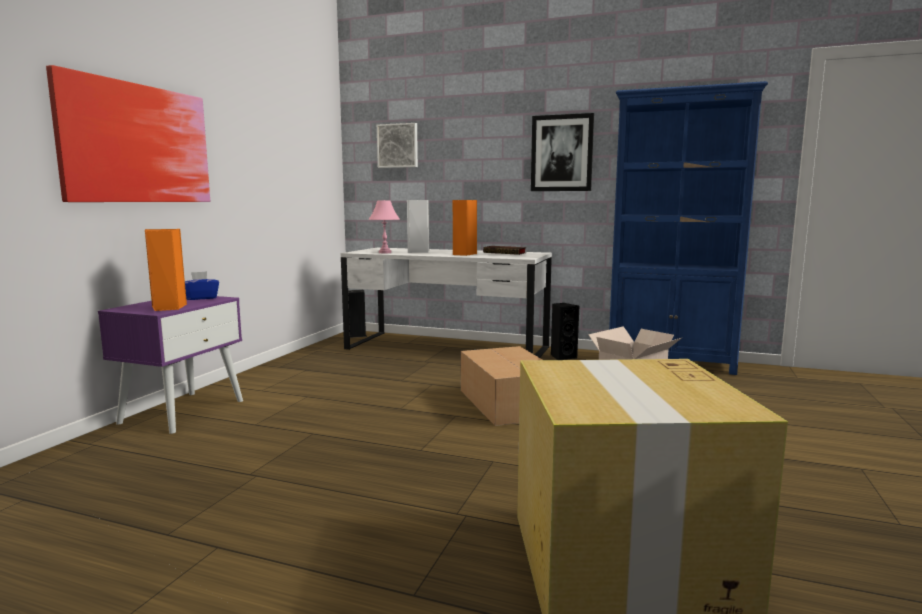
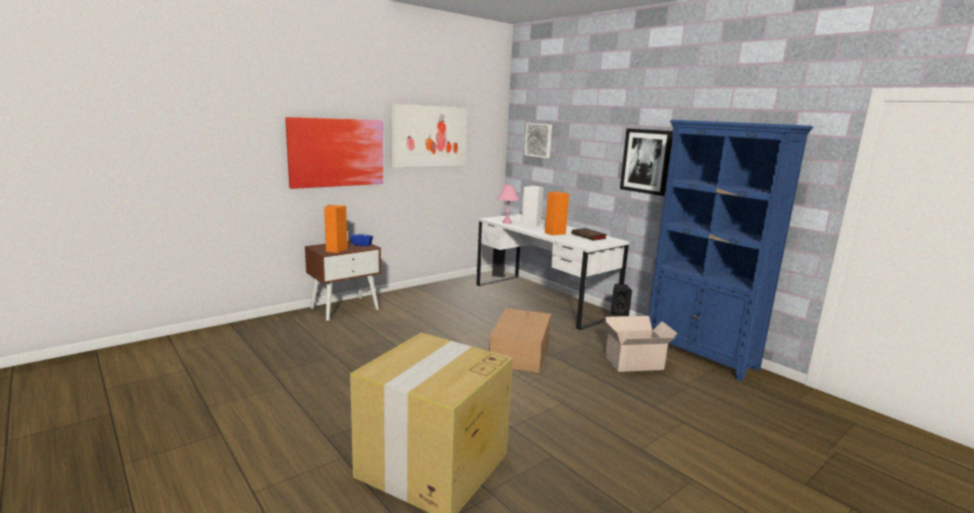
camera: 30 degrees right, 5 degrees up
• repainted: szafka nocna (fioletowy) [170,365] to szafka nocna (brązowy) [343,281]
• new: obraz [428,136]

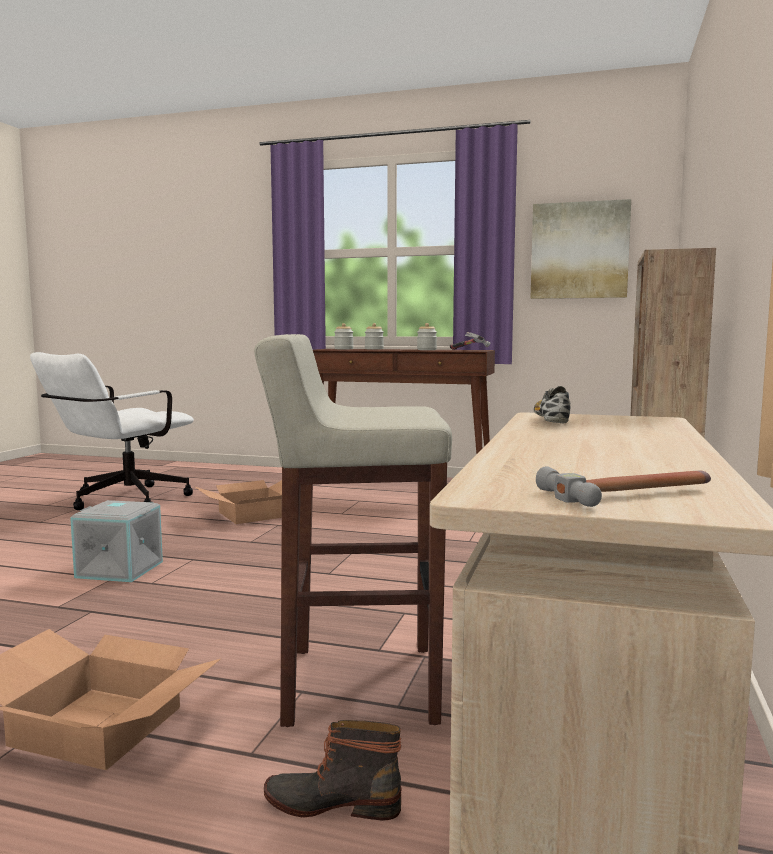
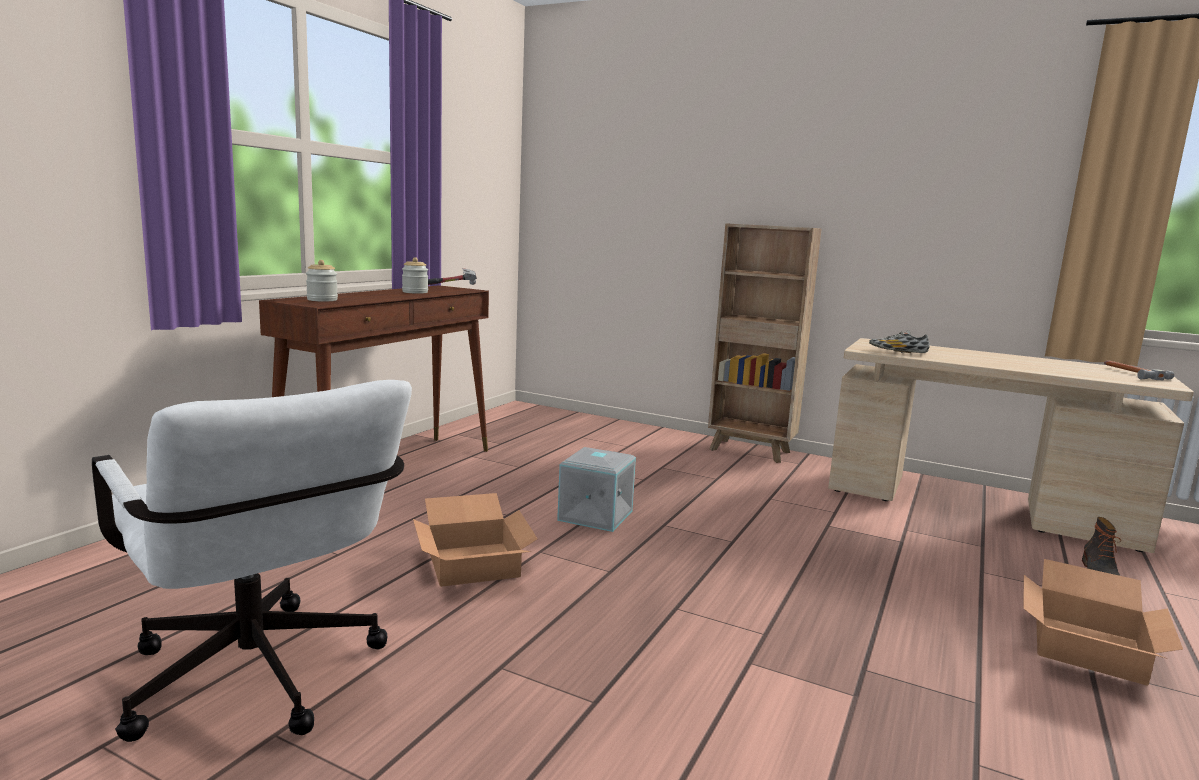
camera: 80 degrees left, 5 degrees up
• shifted: pojemnik do przechowywania (szary) [116,541] to [596,489]
• gone: stołek (beżowy) [353,530]
• gone: słoik [374,336]
• gone: obraz [581,249]

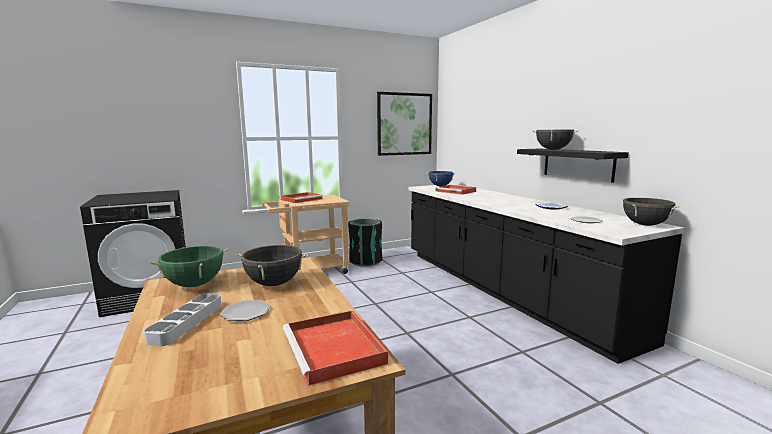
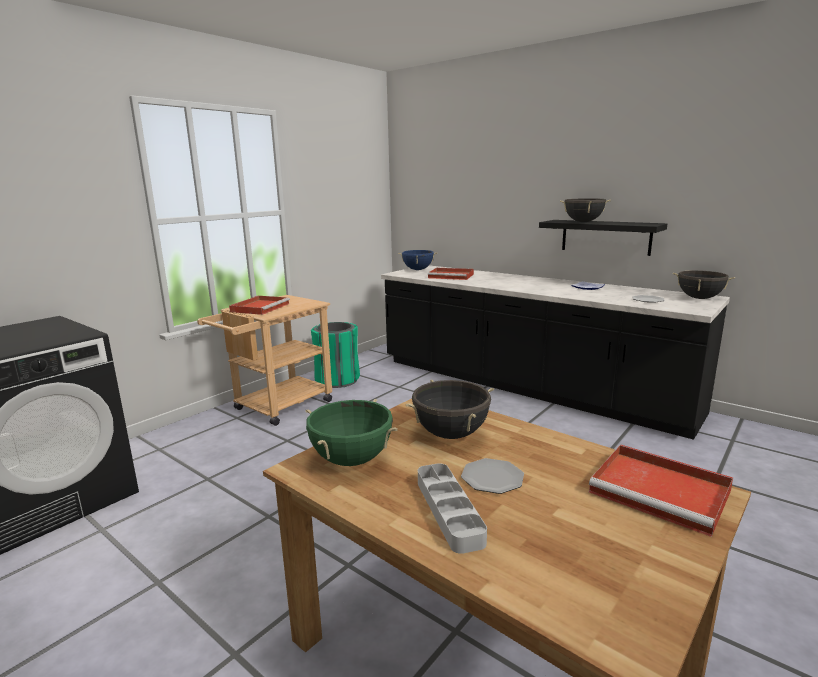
camera: 25 degrees left, 5 degrees up
• repainted: kosz na śmieci (czarny) [365,242] to kosz na śmieci (zielony) [335,355]
• gone: obraz [404,124]

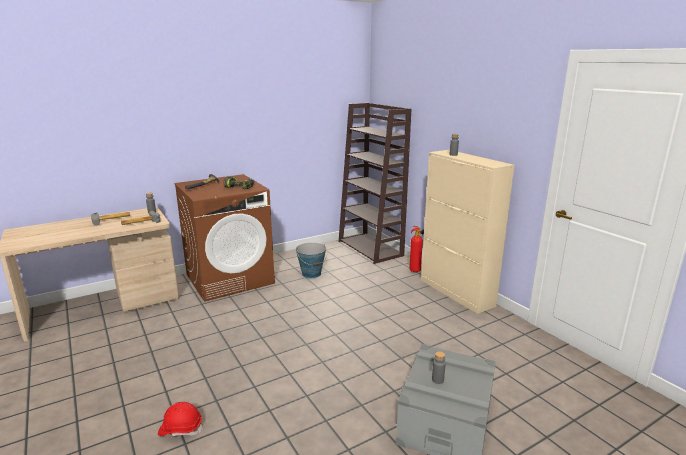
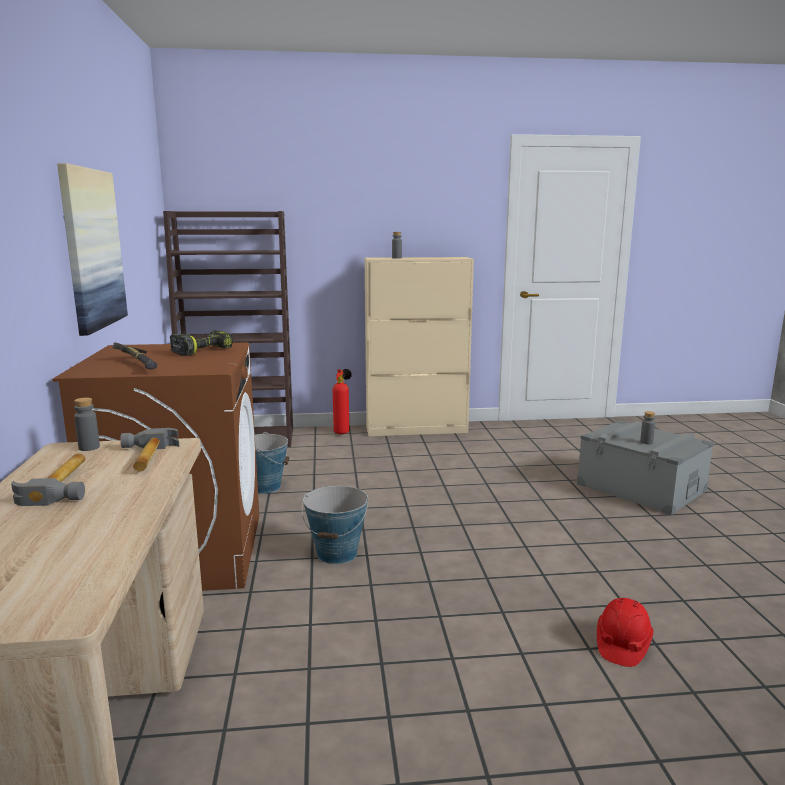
camera: 65 degrees left, 5 degrees down
• new: obraz [92,249]
• new: wiadro [334,525]

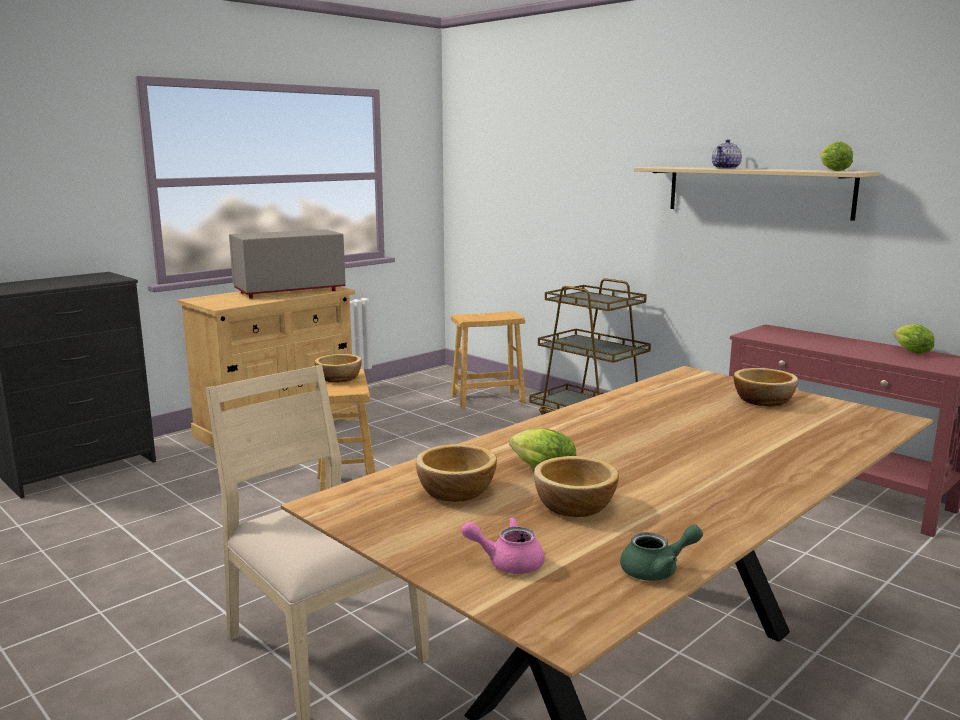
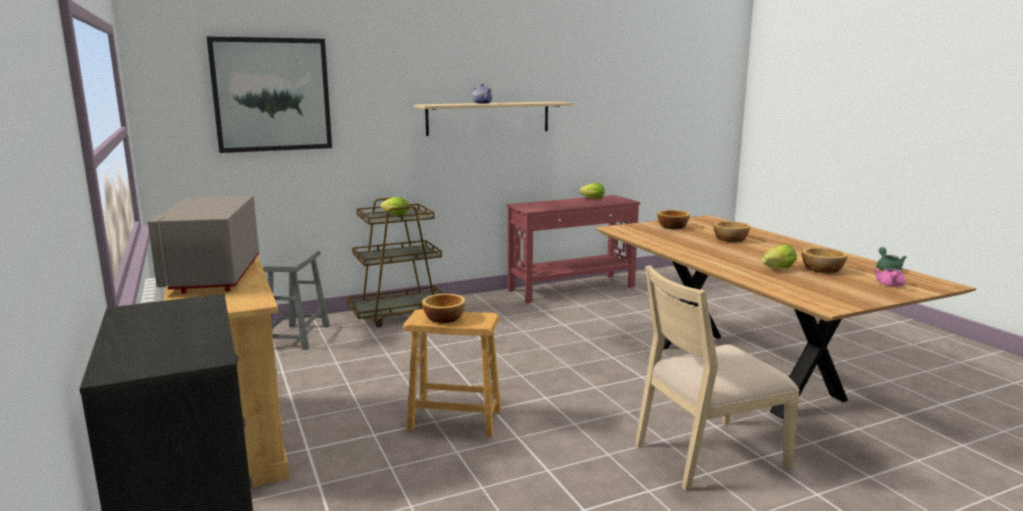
camera: 70 degrees left, 0 degrees up
• shifted: miska [456,473] to [731,231]
• repainted: stołek (brązowy) [488,359] to stołek (szary) [296,299]
• shifted: sałata [836,156] to [394,206]
• new: obraz [269,95]

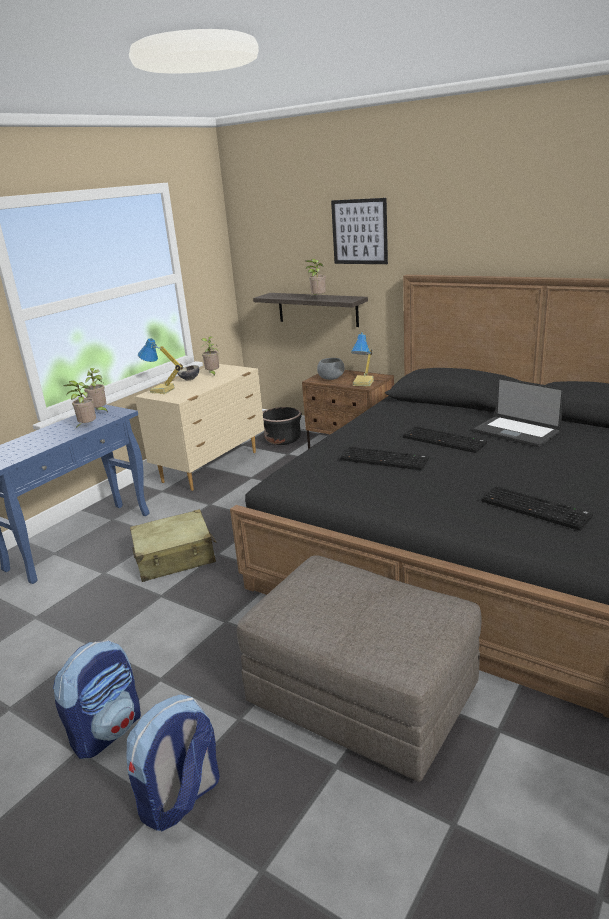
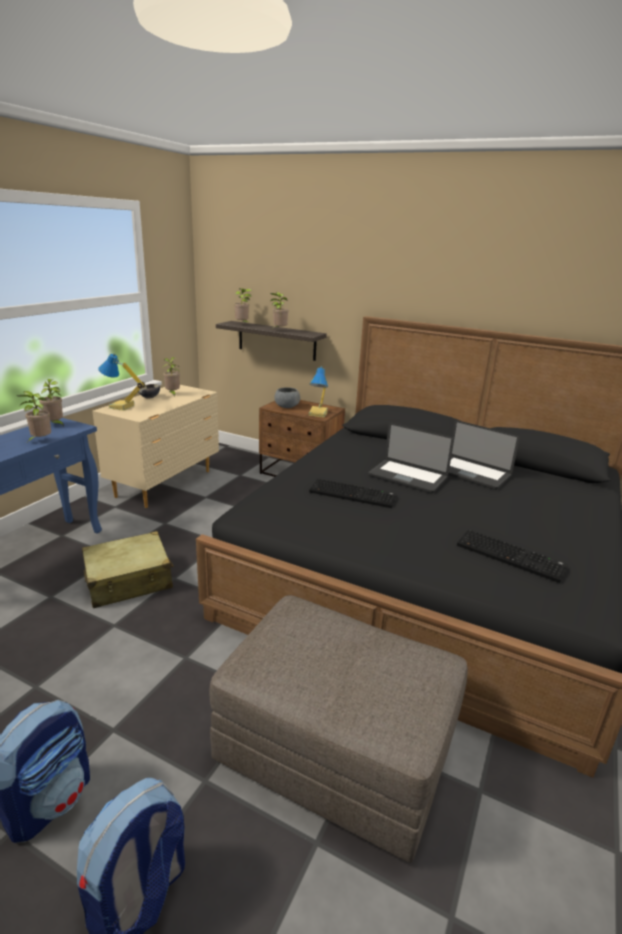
camera: 10 degrees left, 0 degrees up
• gone: donica (czarny) [282,426]
• gone: obraz [359,231]
• swapped: klawiatura [445,439] to laptop [411,458]
• new: roślina doniczkowa [243,306]

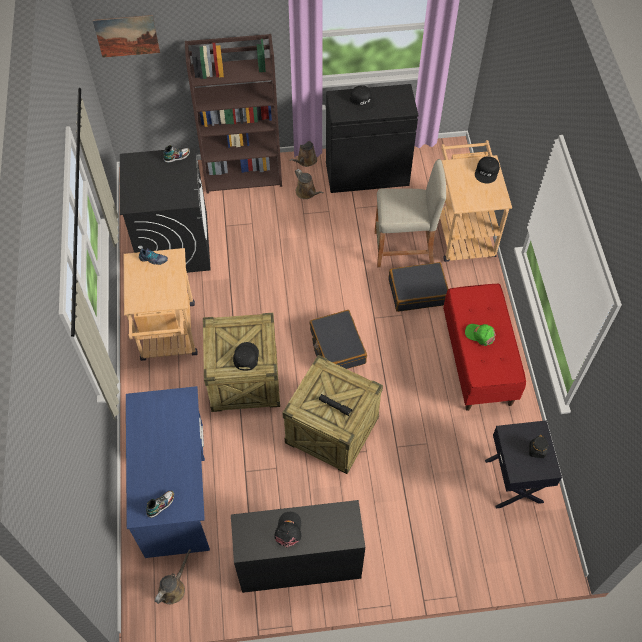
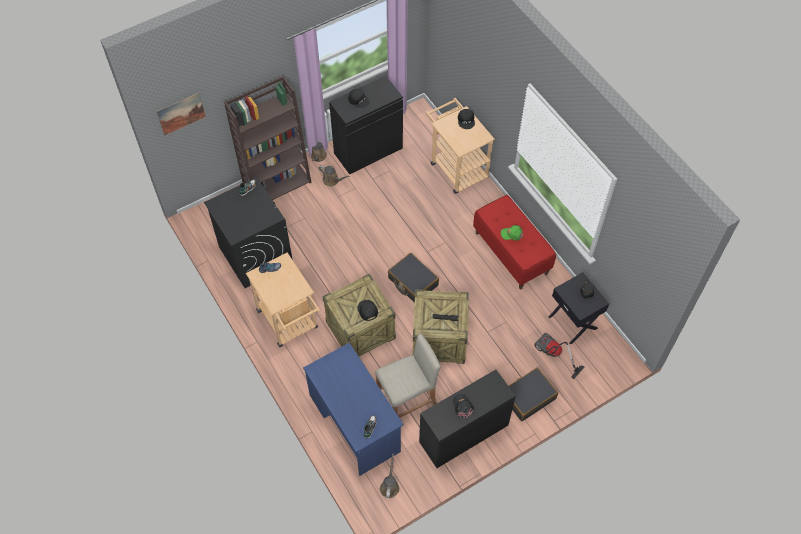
camera: 25 degrees left, 0 degrees up
• shifted: stołek (beżowy) [410,213] to [408,375]
• shifted: walizka (czarny) [418,287] to [533,394]
• new: odkurzacz [559,356]

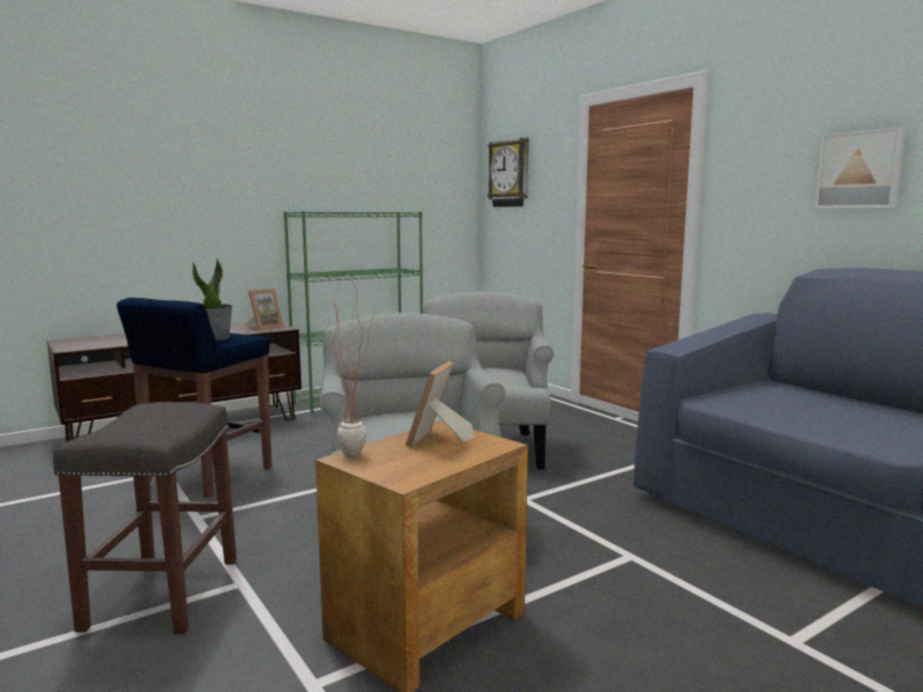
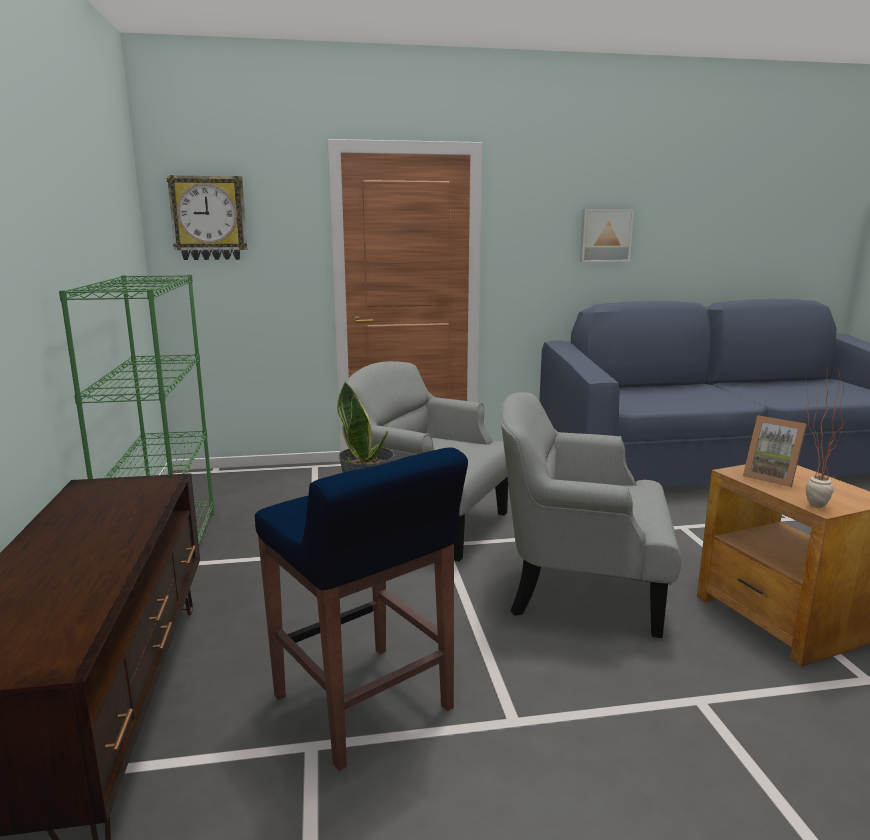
camera: 65 degrees left, 5 degrees up
• gone: stołek (szary) [145,518]
• gone: ramka na zdjęcie [265,310]

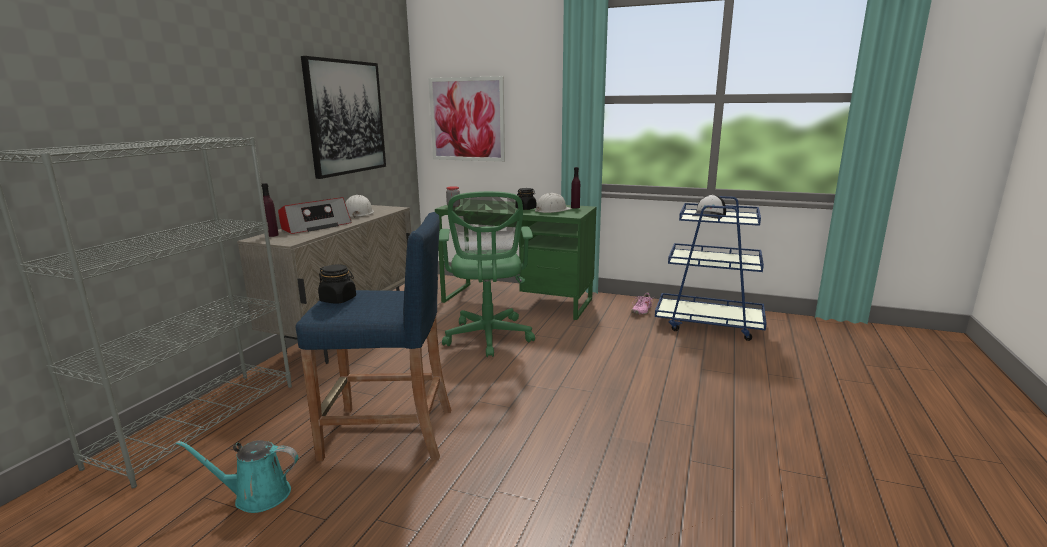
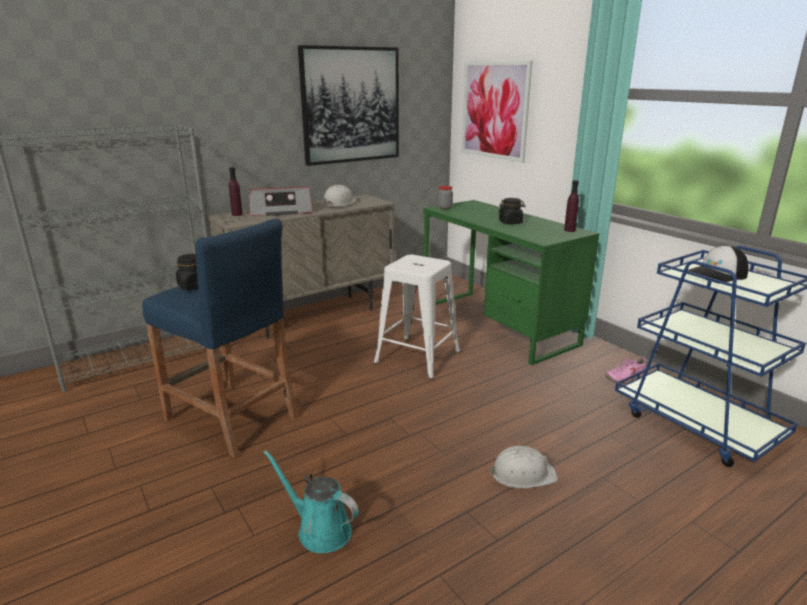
camera: 35 degrees right, 5 degrees up
• shifted: konewka (turkusowy) [237,476] to [311,501]
• swapped: krzesło biurowe (zielony) [487,274] to stołek (biały) [417,317]
• shifted: kask (biały) [553,203] to [523,467]

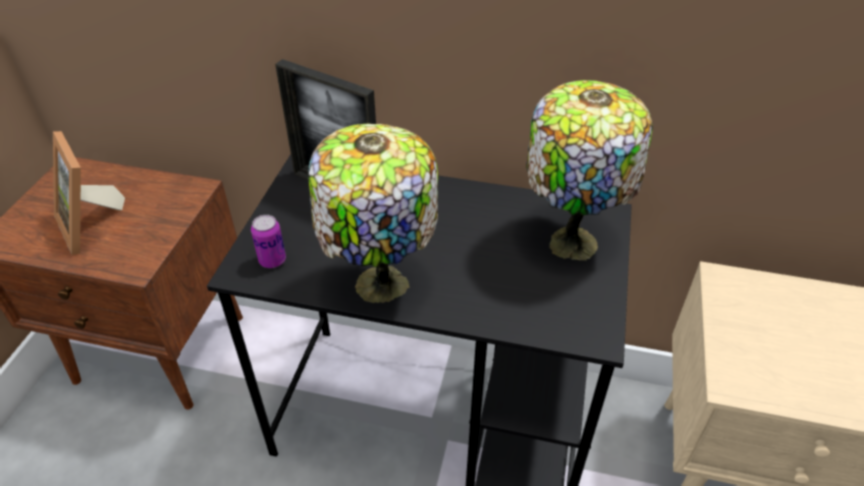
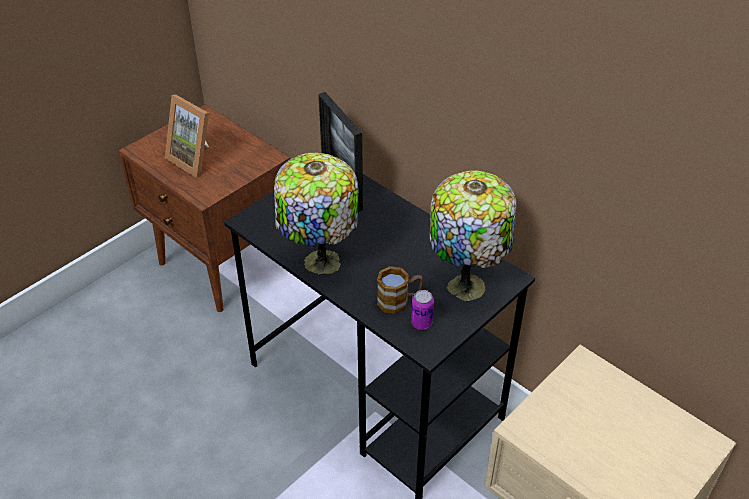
camera: 30 degrees right, 0 degrees up
• rotated: ramka na zdjęcie [89,193] = [187,136] 45 degrees counterclockwise
• shifted: puszka [268,241] to [422,310]
• new: kubek [400,290]

